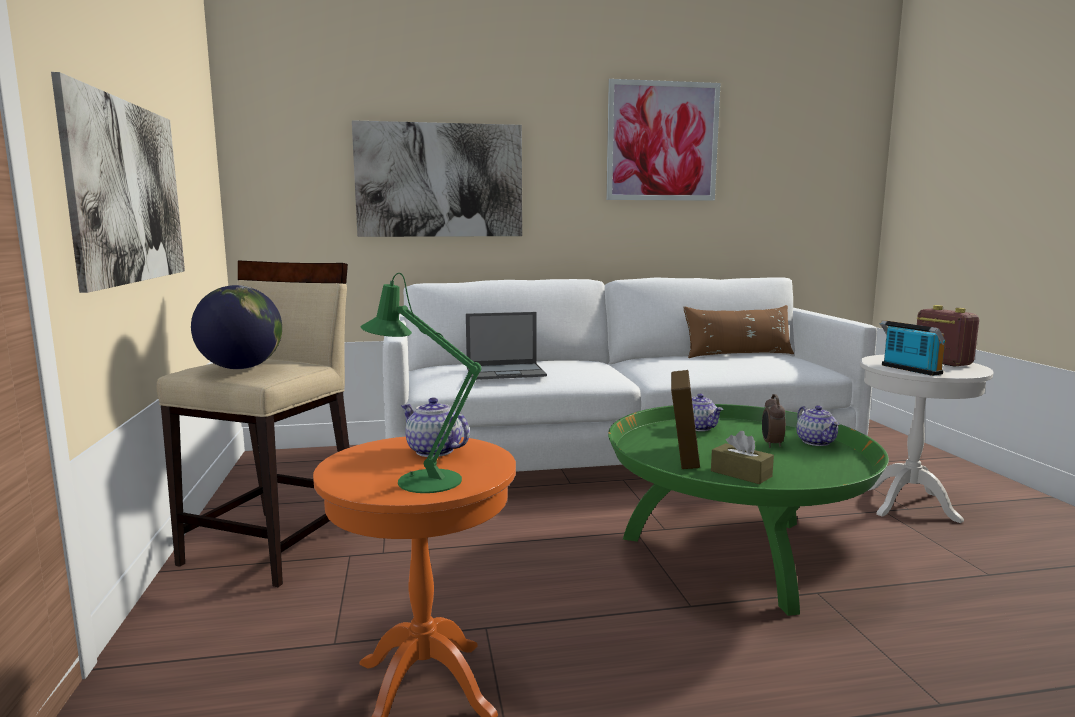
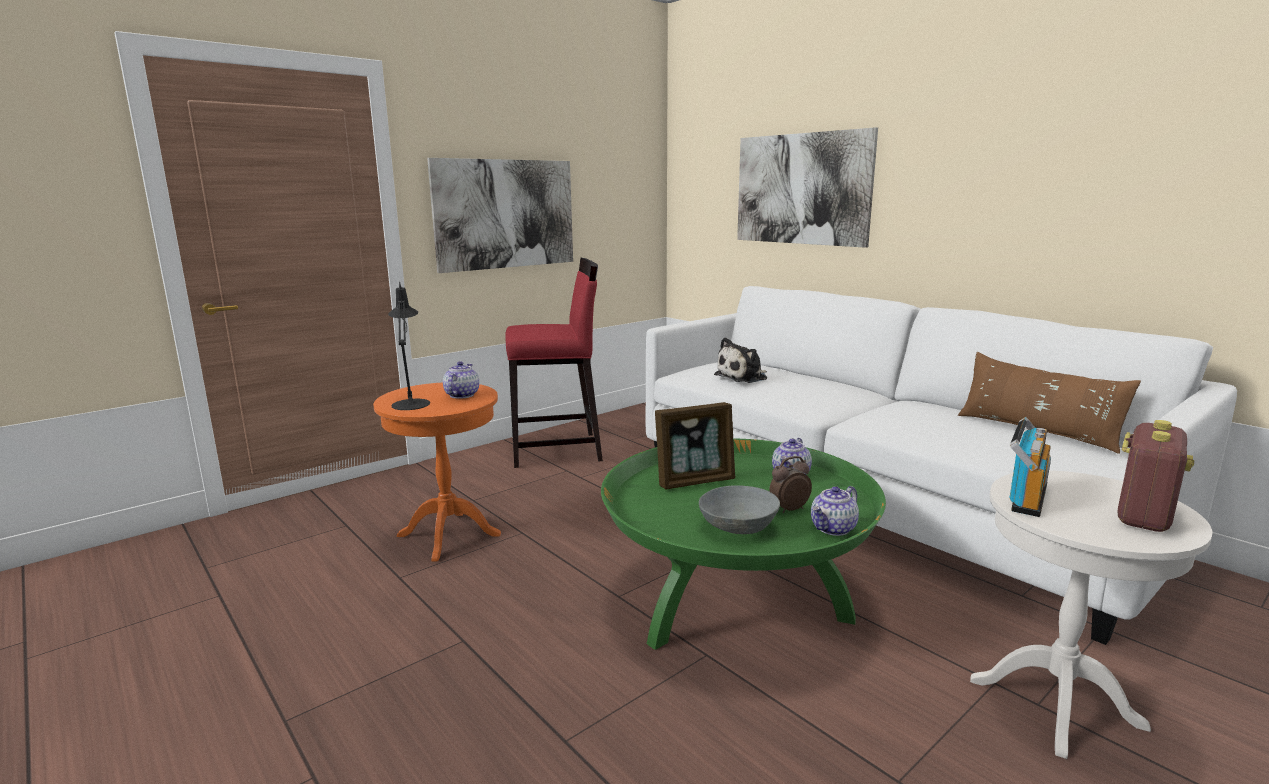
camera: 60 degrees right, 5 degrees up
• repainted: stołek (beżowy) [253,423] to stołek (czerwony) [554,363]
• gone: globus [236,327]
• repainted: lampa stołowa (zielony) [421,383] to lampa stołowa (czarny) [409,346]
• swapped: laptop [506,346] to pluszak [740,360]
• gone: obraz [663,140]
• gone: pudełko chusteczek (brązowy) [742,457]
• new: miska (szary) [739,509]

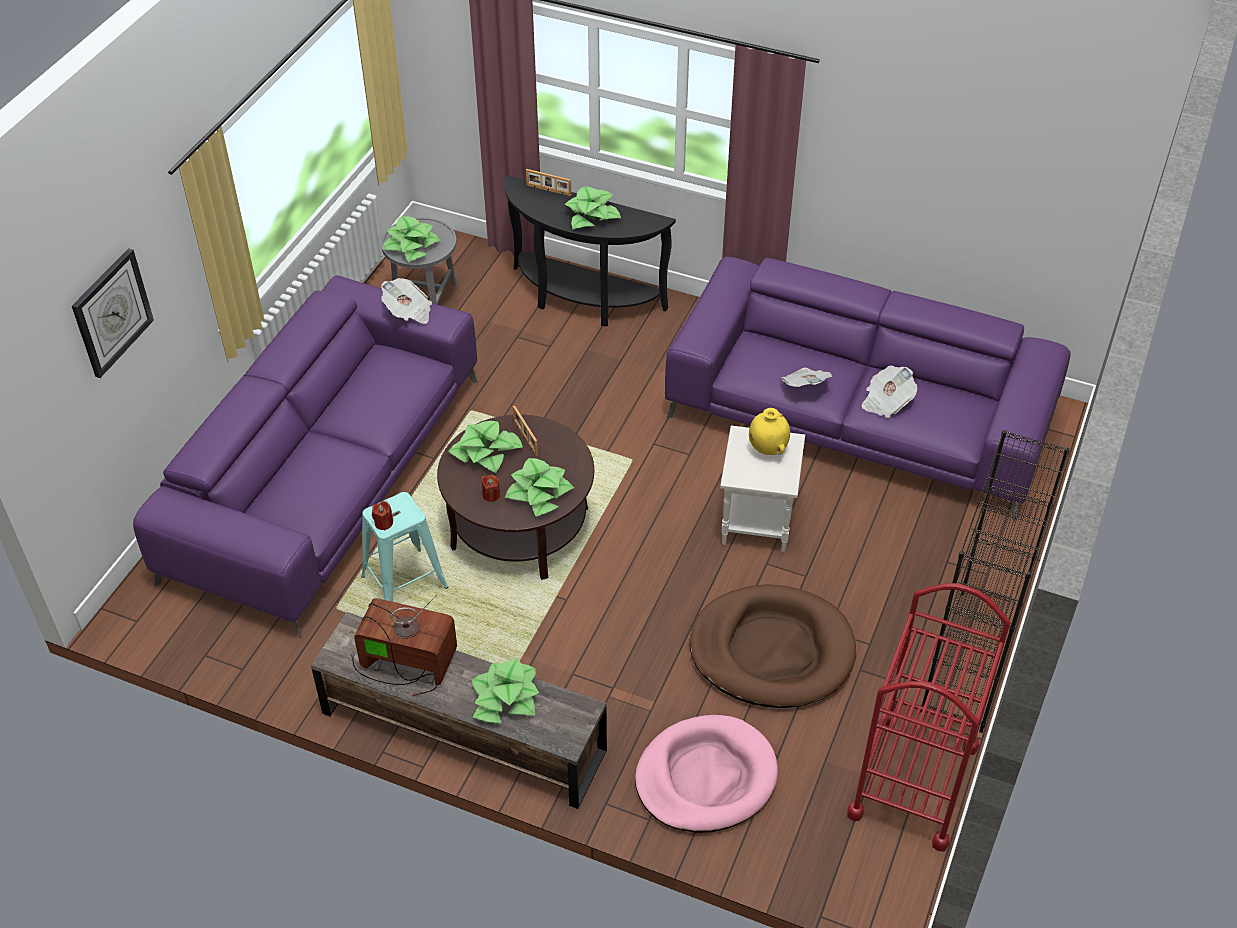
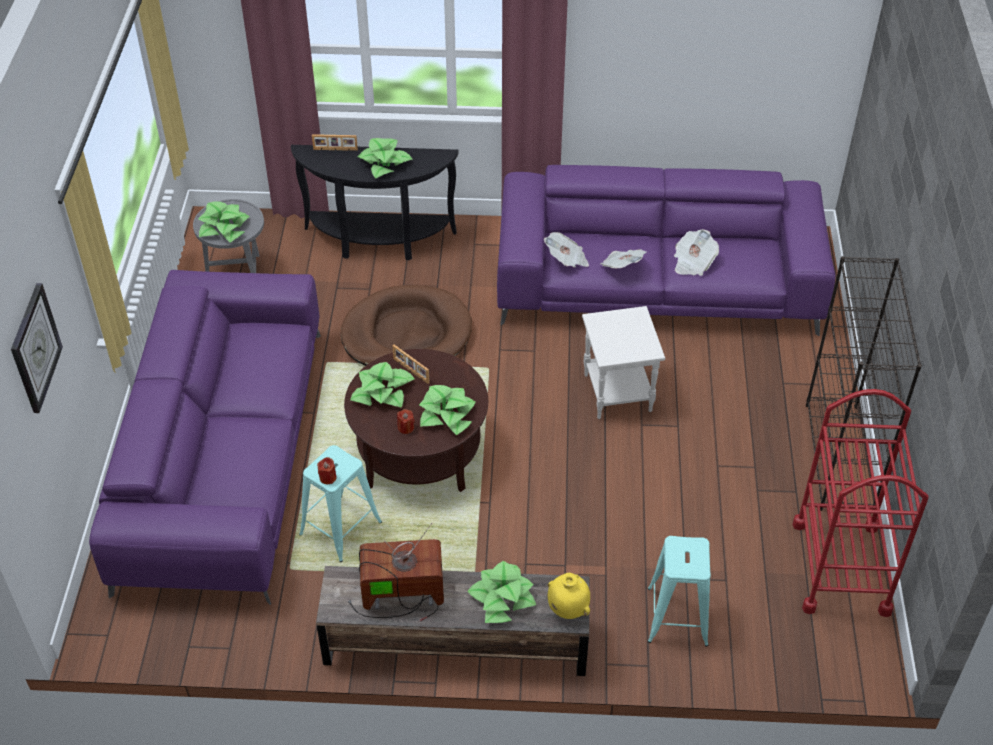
camera: 20 degrees left, 0 degrees up
• shifted: gazeta [406,301] to [566,249]
• swapped: legowisko (różowy) [706,774] to stołek (turkusowy) [679,591]
• shifted: legowisko (brązowy) [773,646] to [406,325]
• shifted: wazon (żółty) [769,431] to [569,596]

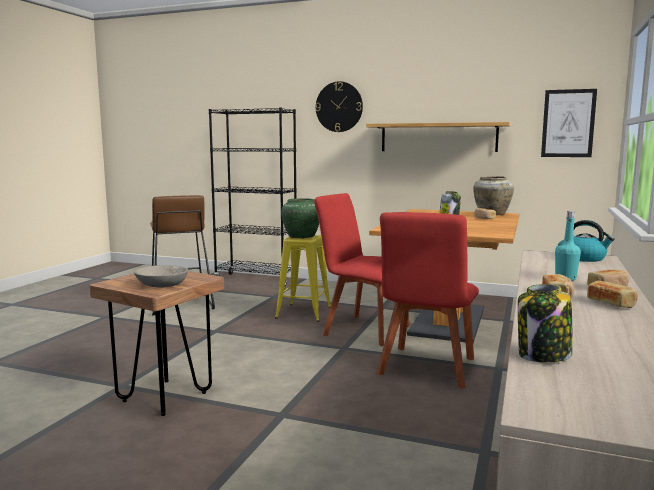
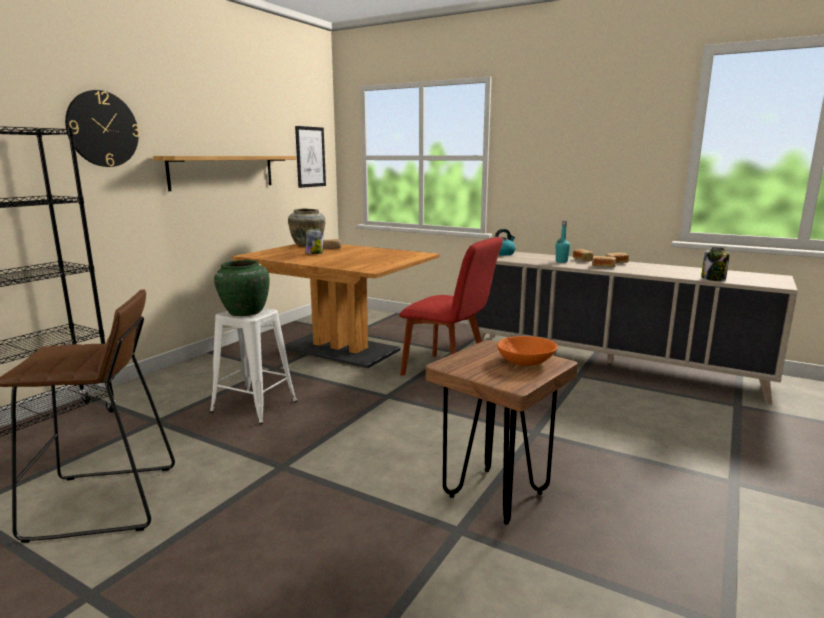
camera: 80 degrees left, 5 degrees up
• repainted: miska (szary) [161,276] to miska (pomarańczowy) [527,351]
• repainted: stołek (żółty) [303,278] to stołek (biały) [253,366]
• gone: krzesło (czerwony) [362,269]

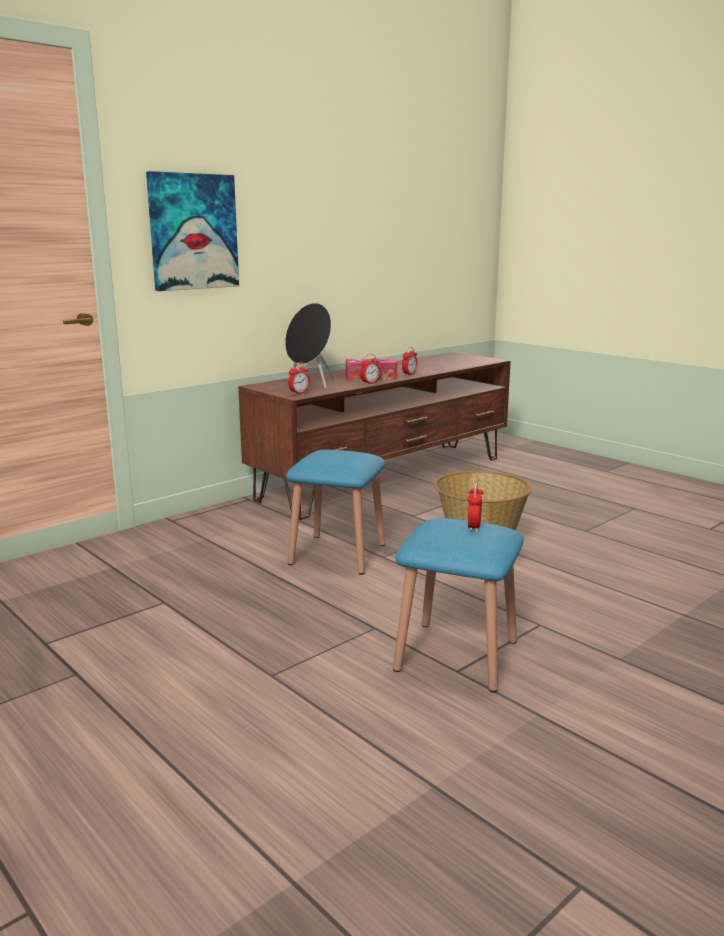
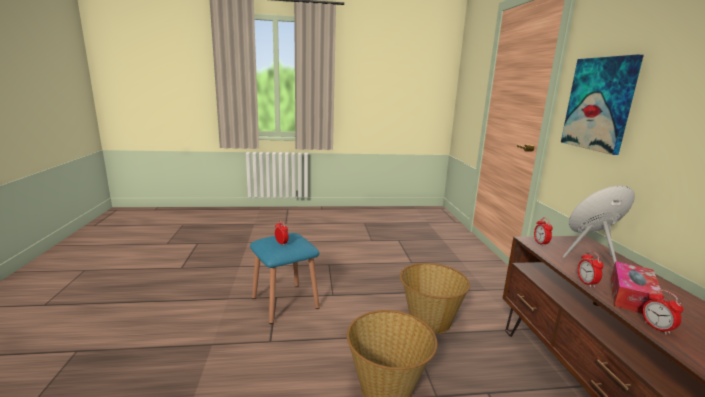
camera: 125 degrees right, 0 degrees up
• swapped: stołek (niebieski) [336,512] to koszyk [435,298]

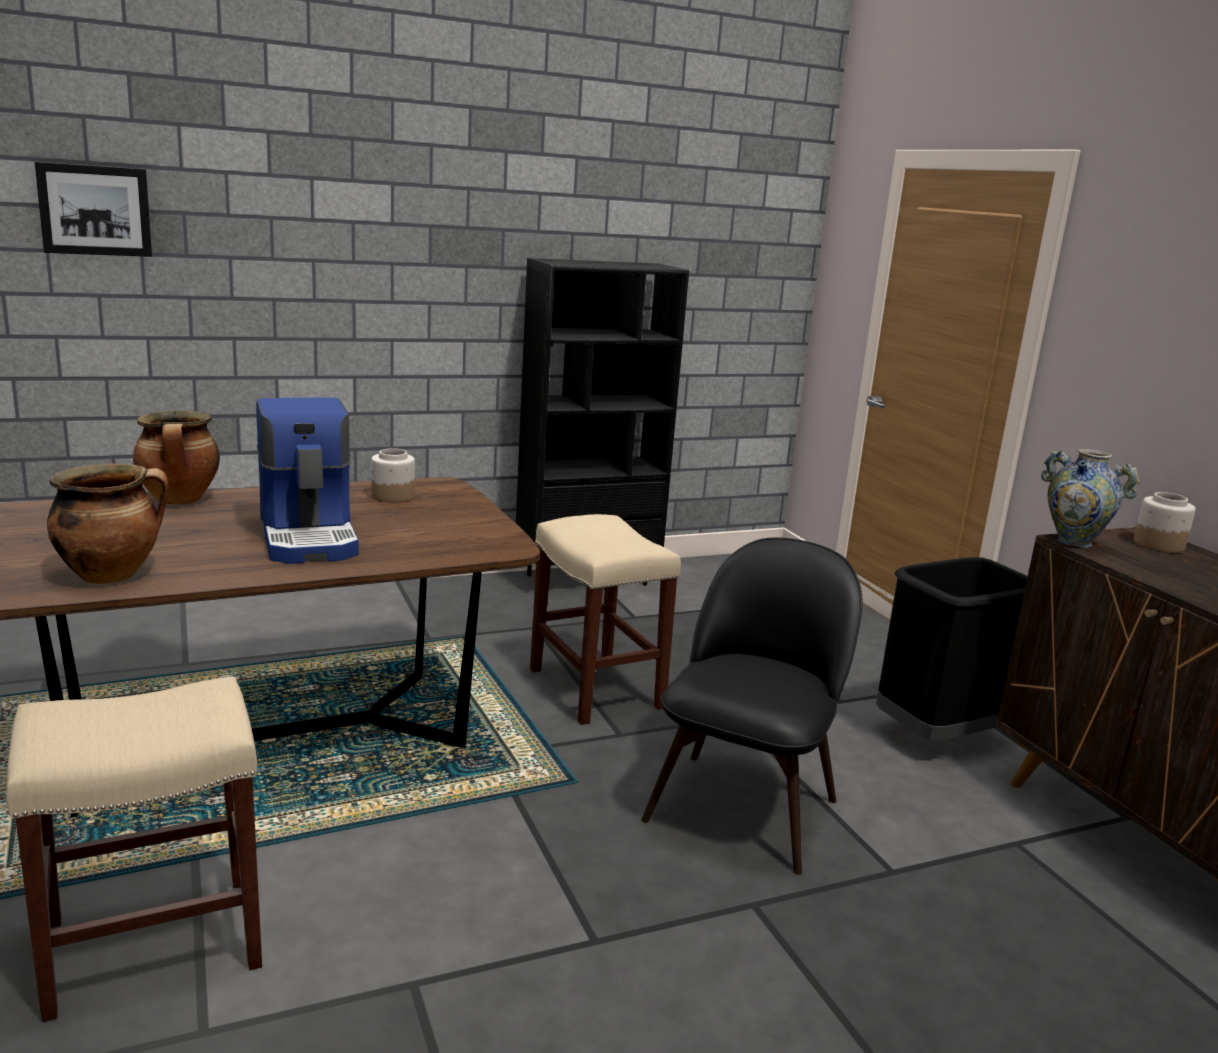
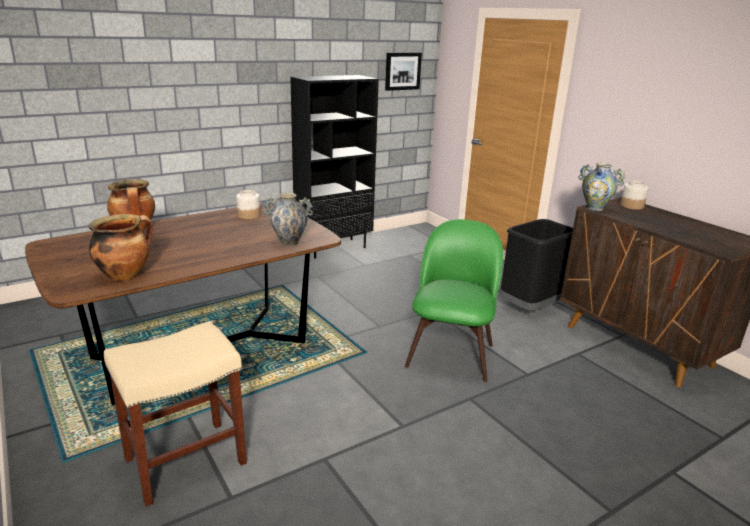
camera: 10 degrees left, 5 degrees up
• shifted: obraz [93,209] to [403,72]
• gone: ekspres do kawy [307,480]
• gone: stołek (beżowy) [605,619]
• repainted: krzesło (czarny) [751,706] to krzesło (zielony) [454,300]
• new: wazon [288,219]

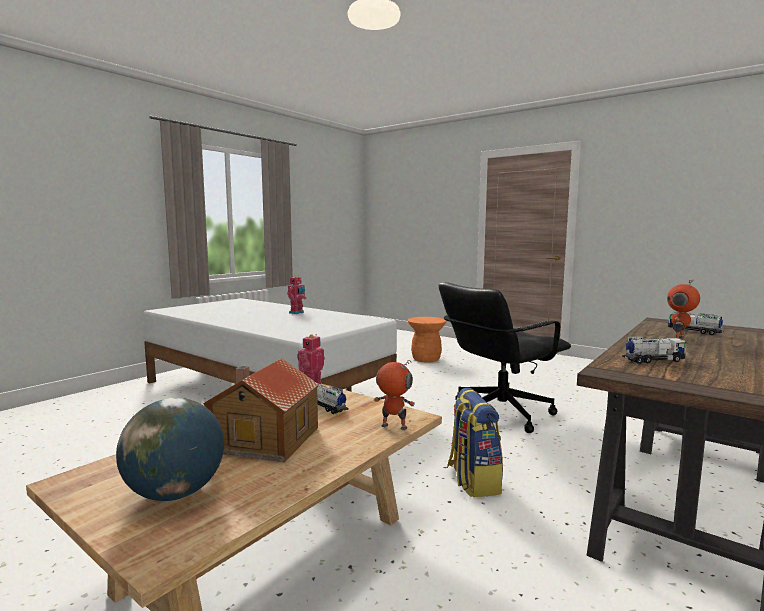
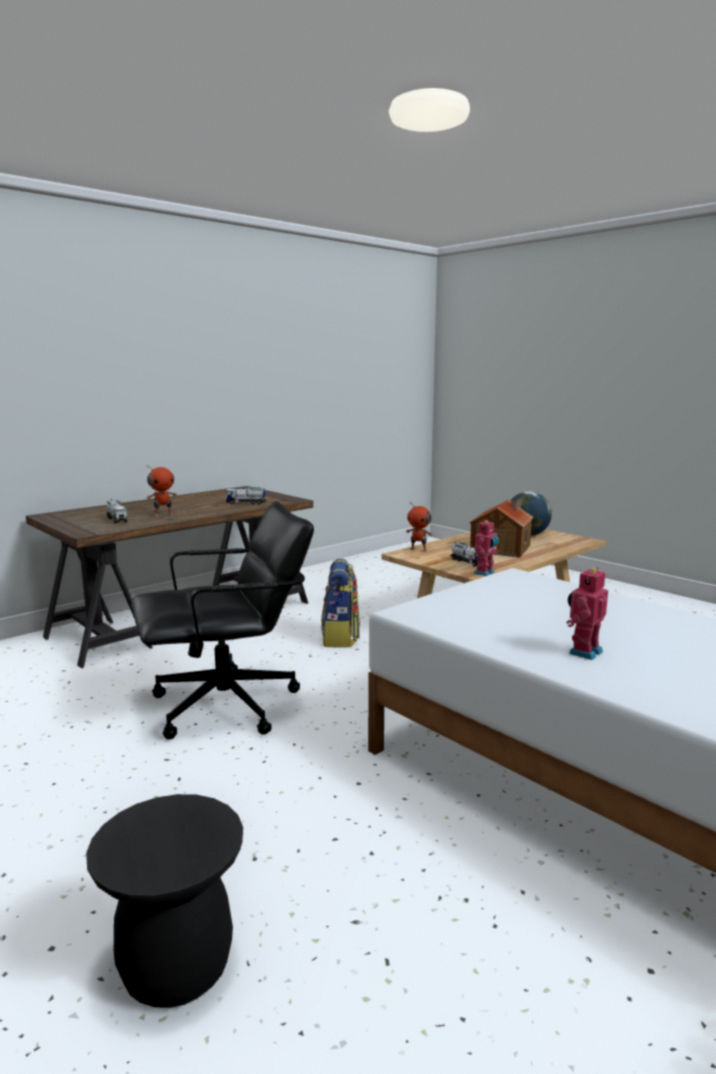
camera: 170 degrees left, 5 degrees up
• repainted: stołek (pomarańczowy) [427,340] to stołek (czarny) [164,901]

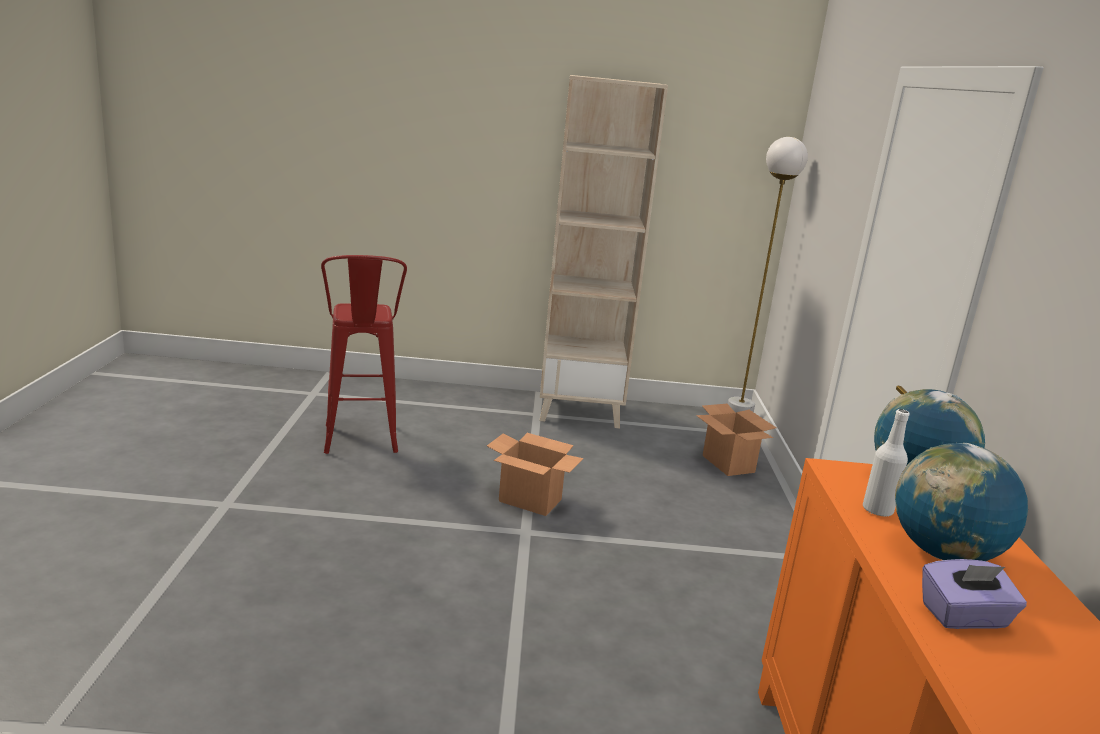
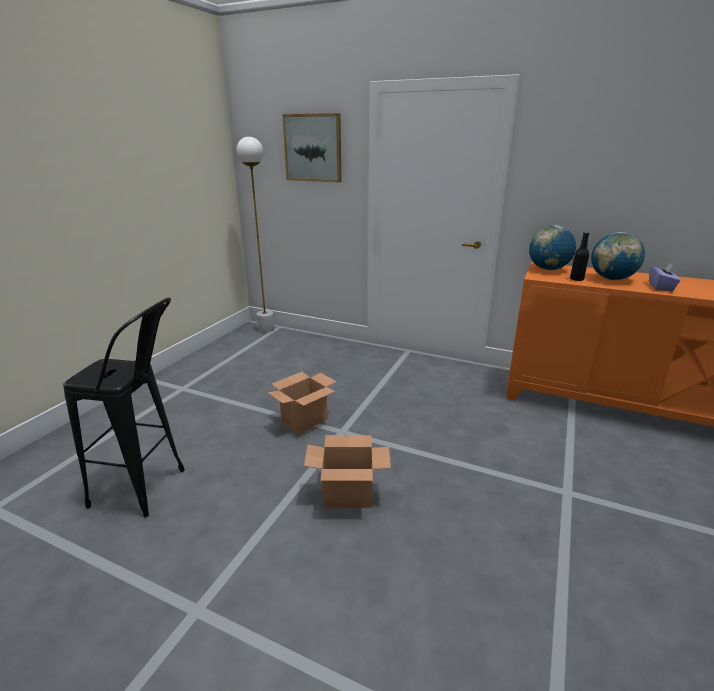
camera: 65 degrees left, 5 degrees up
• repainted: stołek (czerwony) [364,354] to stołek (czarny) [124,407]
• gone: regał (beżowy) [604,251]
• shifted: karton [736,440] to [347,471]
• repainted: butelka (biały) [886,463] to butelka (czarny) [579,256]
• new: obraz [311,147]

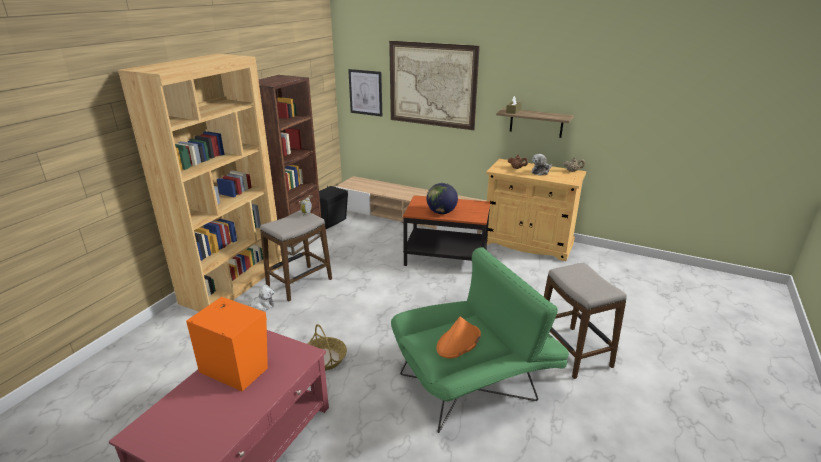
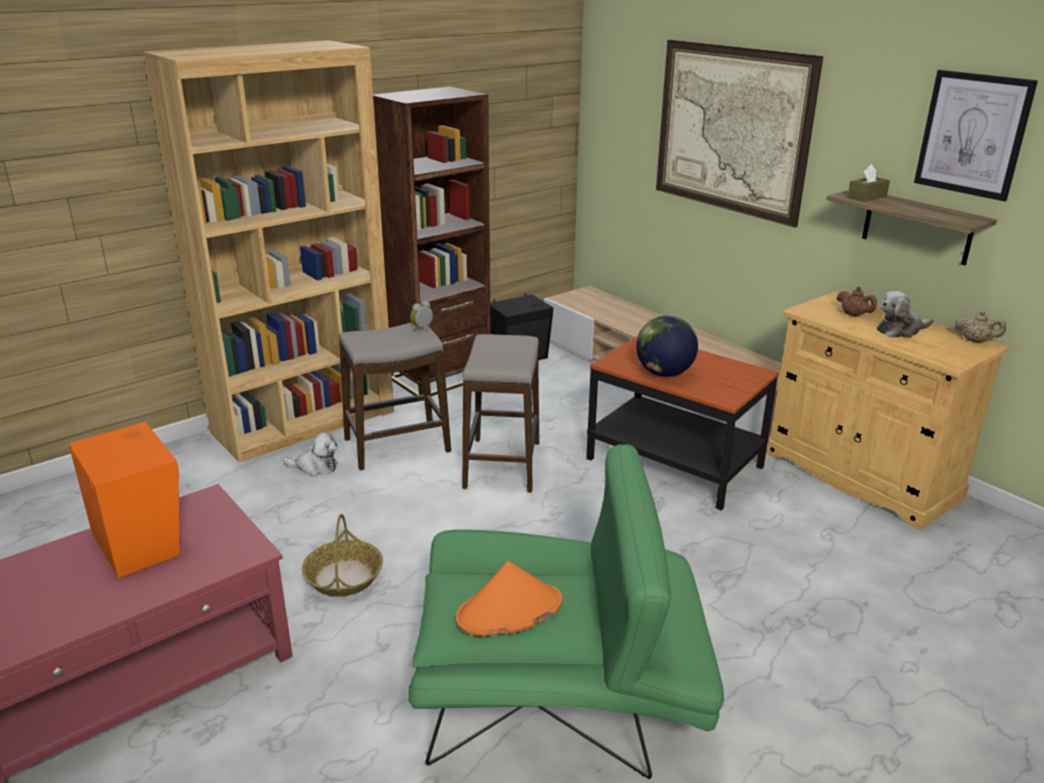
camera: 25 degrees right, 0 degrees up
• shifted: obraz [365,93] to [976,135]
• shifted: stołek [585,321] to [500,413]

